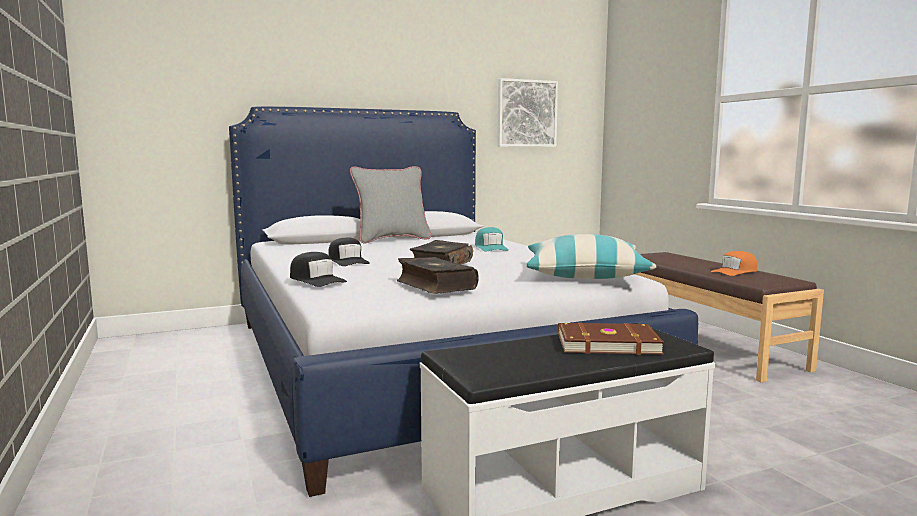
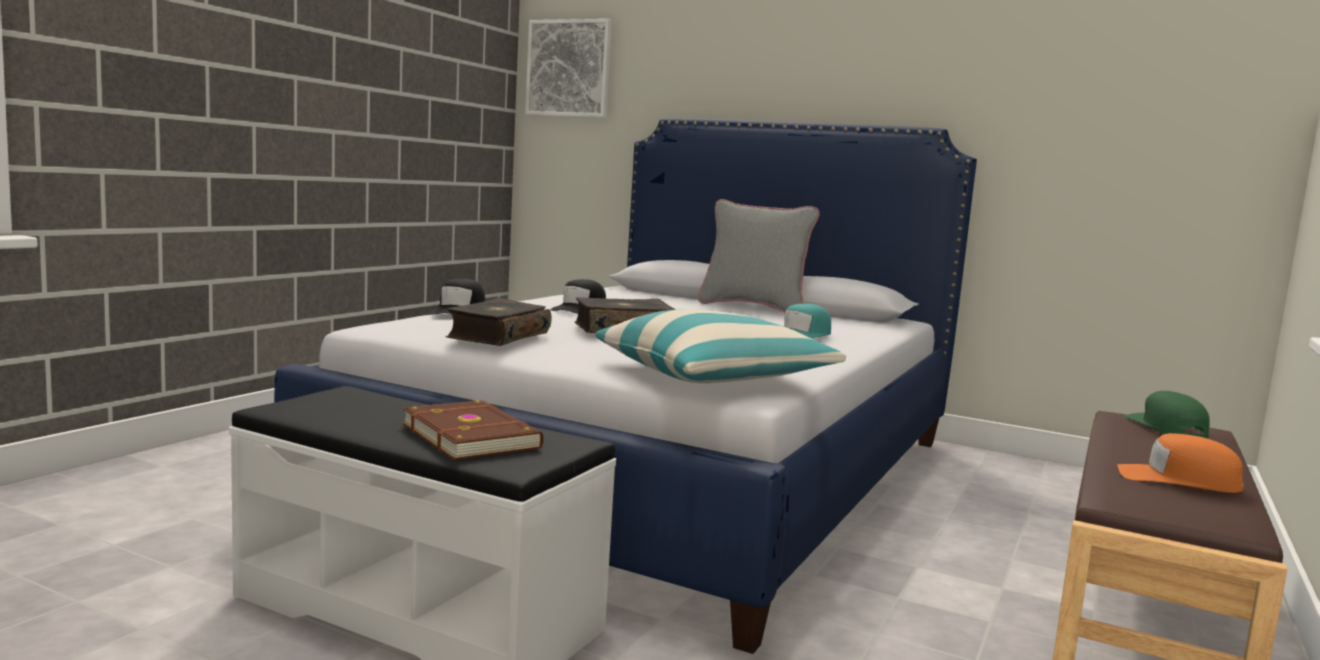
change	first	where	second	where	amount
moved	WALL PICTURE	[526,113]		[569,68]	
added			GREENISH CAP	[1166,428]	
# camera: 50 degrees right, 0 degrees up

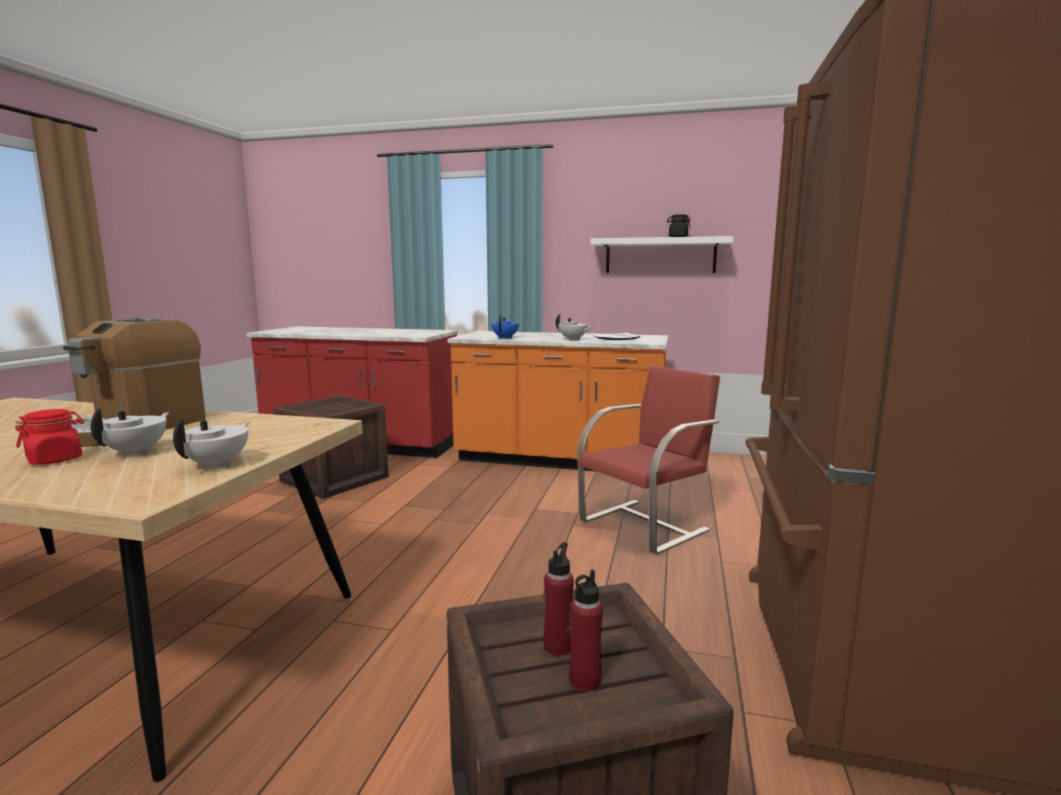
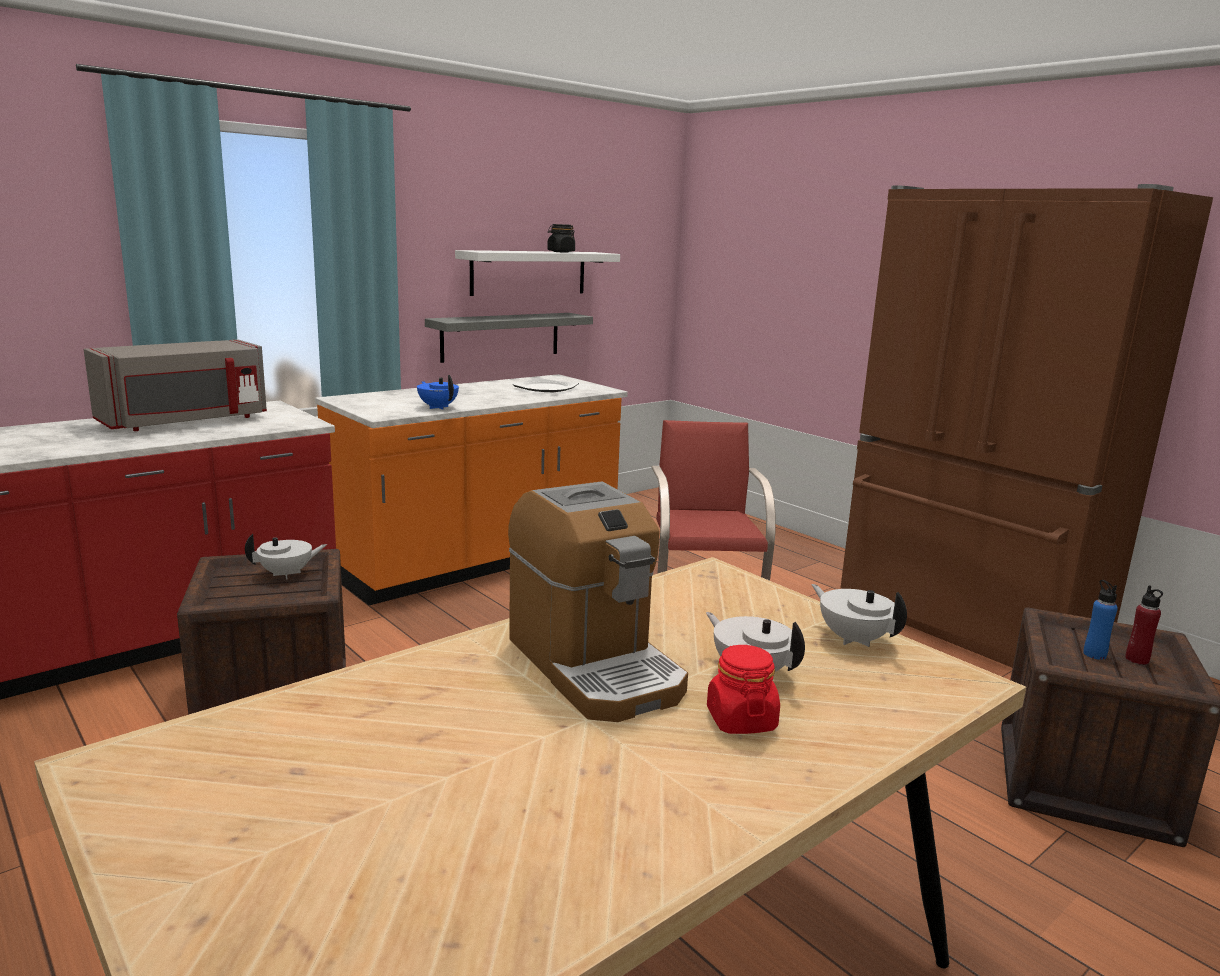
change	first	where	second	where	amount
moved	WHITE-COLOURED POT FOR TEA	[573,339]		[287,574]	
recoloured	RED BOTTLE	[558,647]	BLUE-COLOURED BOTTLE	[1094,654]	
added			GREY BRACKET SHELF	[501,336]	
added			GREY KITCHEN MICROWAVE	[185,421]	
# camera: 55 degrees left, 5 degrees up

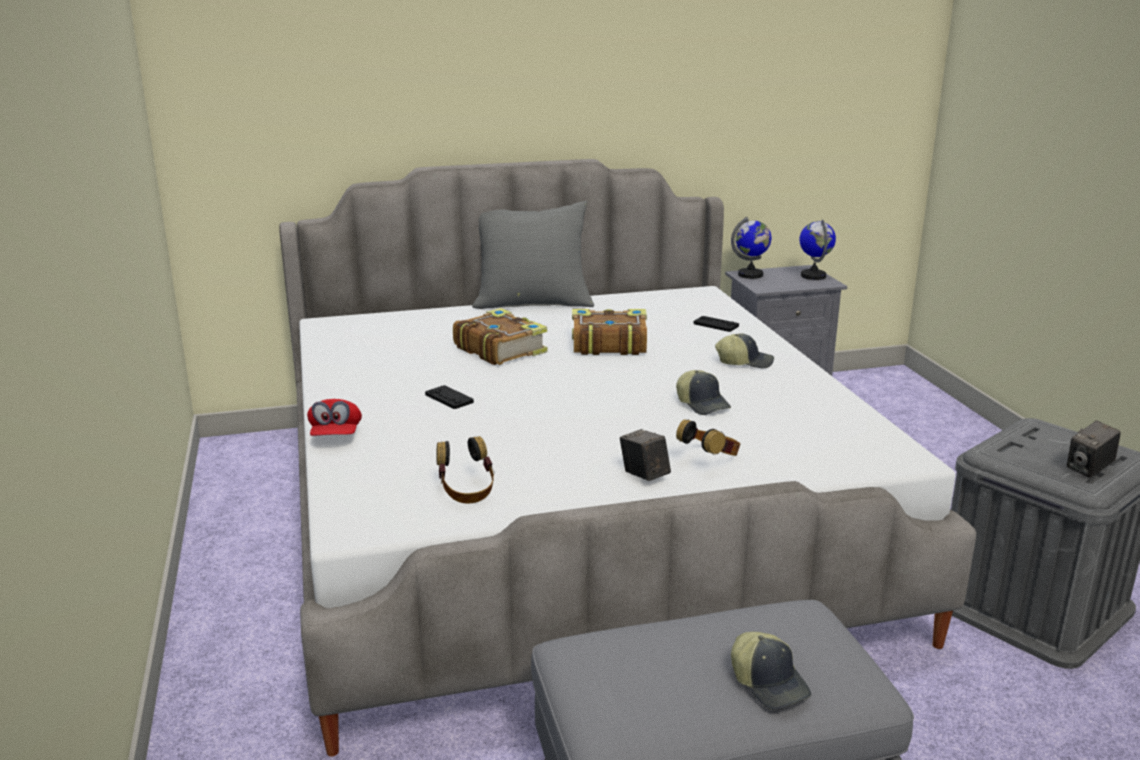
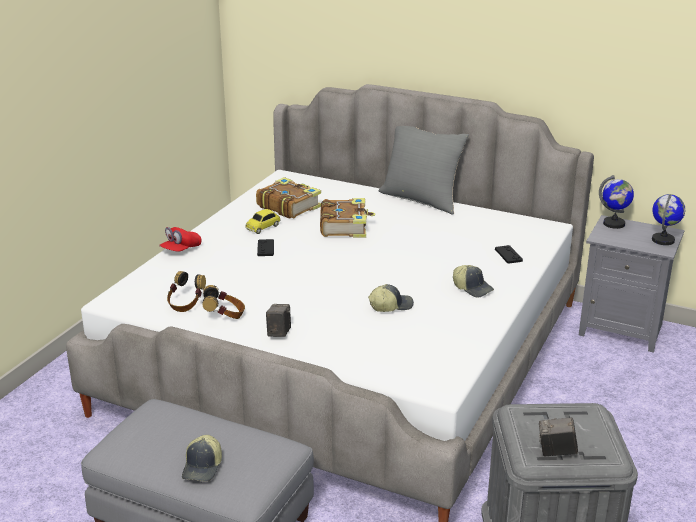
change	first	where	second	where	amount
moved	BOOK	[608,344]		[288,206]	
turned	CAP	[703,404]		[390,305]	120 degrees counterclockwise
moved	HEADSET	[710,460]		[225,316]	
added			MINIATURE CAR	[263,227]	
# camera: 40 degrees right, 5 degrees up

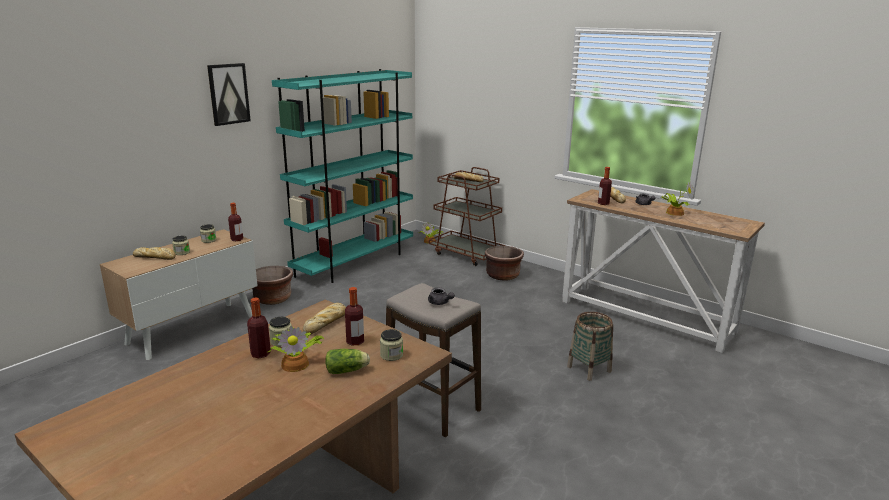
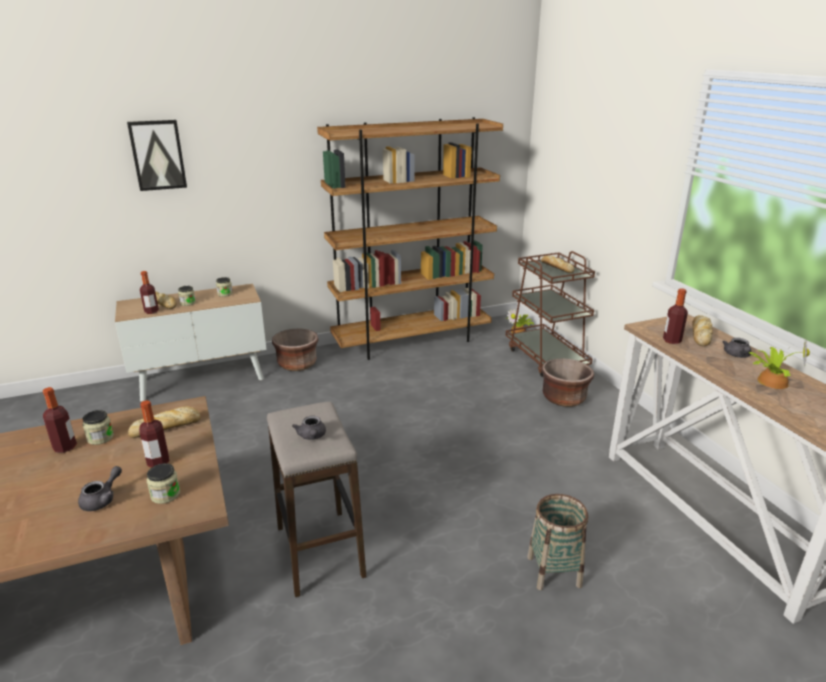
change	first	where	second	where	amount
moved	WALL PICTURE	[228,94]		[158,155]	
recoloured	BLUE-GREEN SHELVING UNIT	[355,263]	BROWN-COLOURED SHELVING UNIT	[412,341]	
moved	BOTTLE	[237,239]		[151,311]	
removed	POTTED PLANT	[296,363]			
replaced	HEAD OF LETTUCE	[348,370]	GREY POT FOR TEA	[102,499]	
# camera: 30 degrees right, 5 degrees up

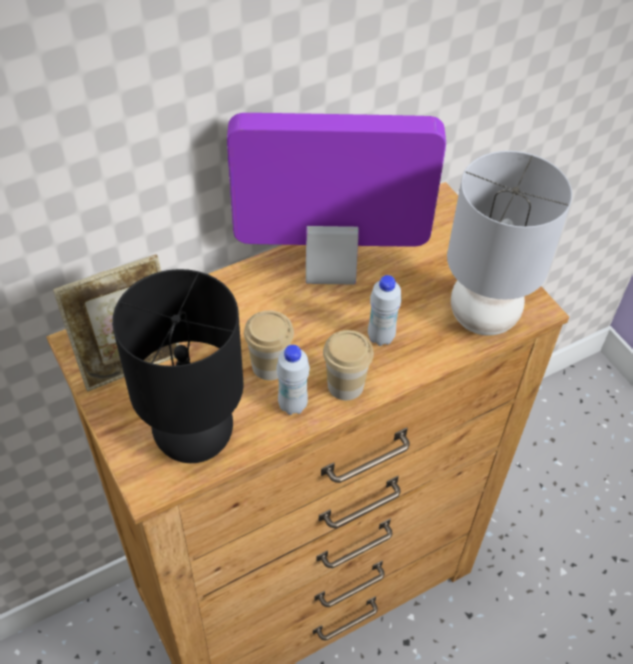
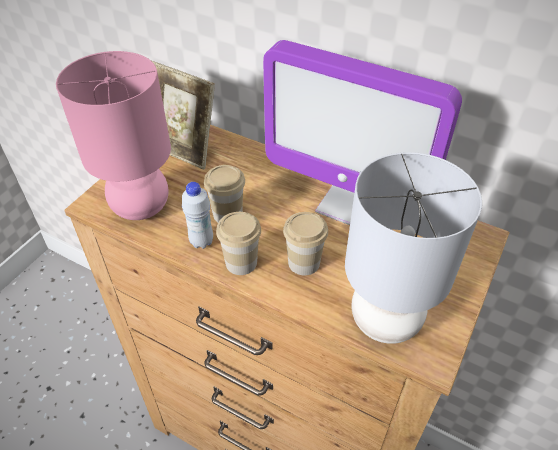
change	first	where	second	where	amount
turned	COMPUTER SCREEN	[330,268]		[344,204]	150 degrees clockwise
recoloured	BLACKISH TABLETOP LAMP	[195,439]	PINK-COLOURED TABLETOP LAMP	[140,207]	
replaced	WHITE-COLOURED BOTTLE	[381,337]	SMALL CUP	[304,262]	
# camera: 60 degrees right, 5 degrees down

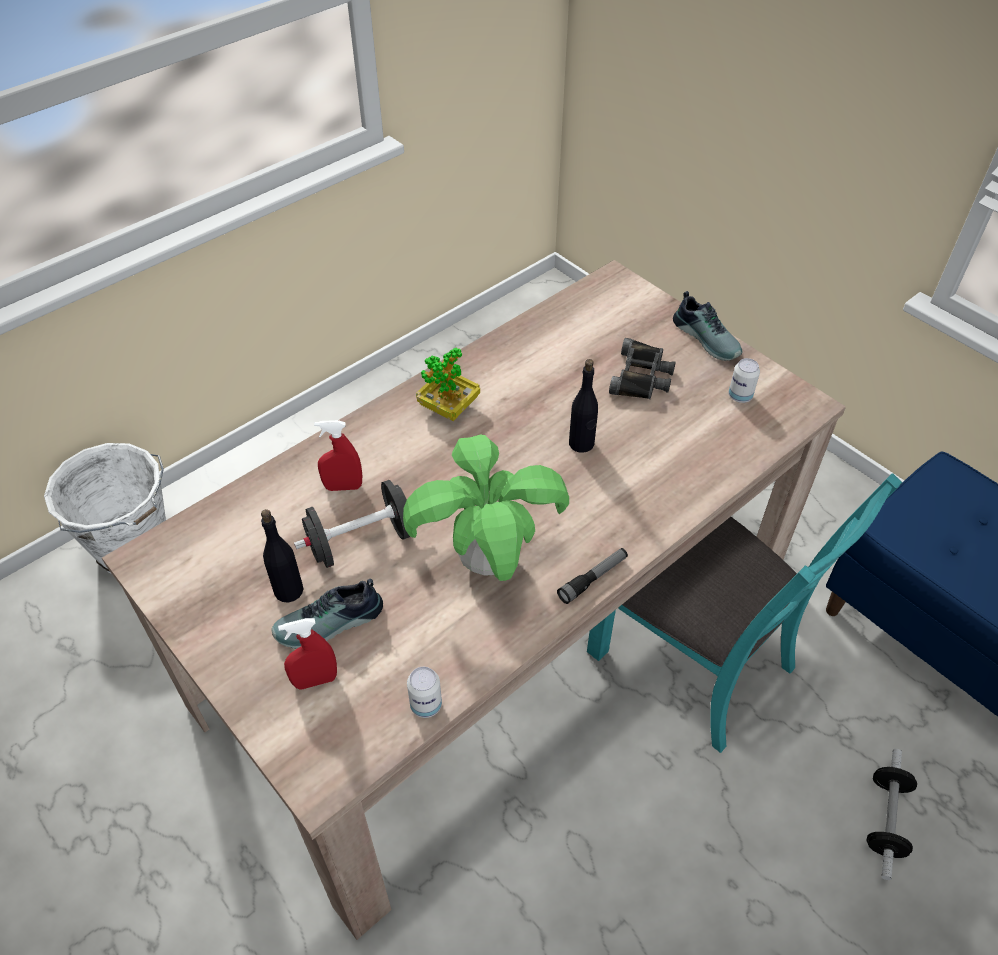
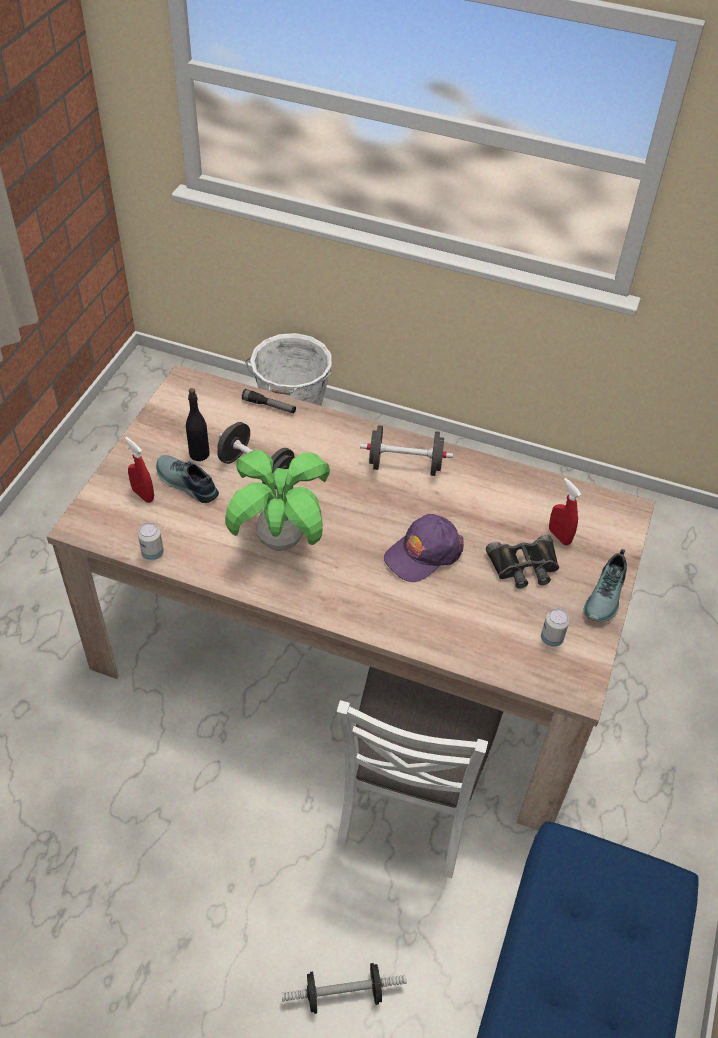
change	first	where	second	where	amount
replaced	POTTED PLANT	[449,407]	BLACKISH HAND WEIGHT	[405,465]	
replaced	BLACKISH BOTTLE	[581,444]	PURPLISH CAP	[423,553]	
moved	RED SPRAYER	[343,487]		[559,536]	
recoloured	BLUE-GREEN UPRIGHT CHAIR	[694,659]	WHITE-COLOURED UPRIGHT CHAIR	[412,795]	
moved	TORCH	[593,579]		[269,406]	
# camera: 60 degrees right, 0 degrees up

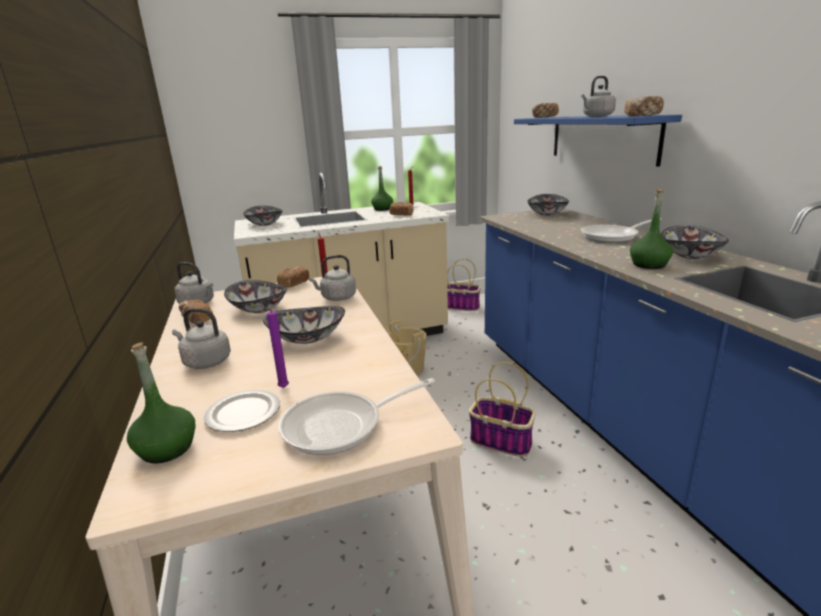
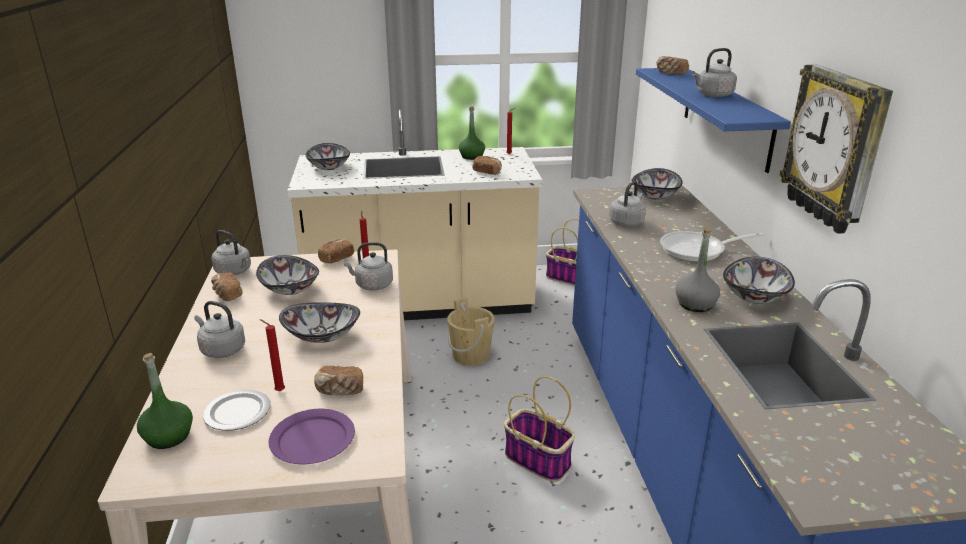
change	first	where	second	where	amount
moved	BREAD	[643,115]		[340,391]	
recoloured	GREENISH BOTTLE	[649,265]	GREY BOTTLE	[695,304]	
recoloured	PURPLISH WAX LIGHT	[282,388]	RED WAX LIGHT	[278,391]	
replaced	SKILLET	[341,426]	PURPLISH PLATE	[313,440]	
added			HANGING CLOCK	[835,148]	
added			GREY TEA KETTLE	[627,222]	
# camera: 10 degrees right, 5 degrees up

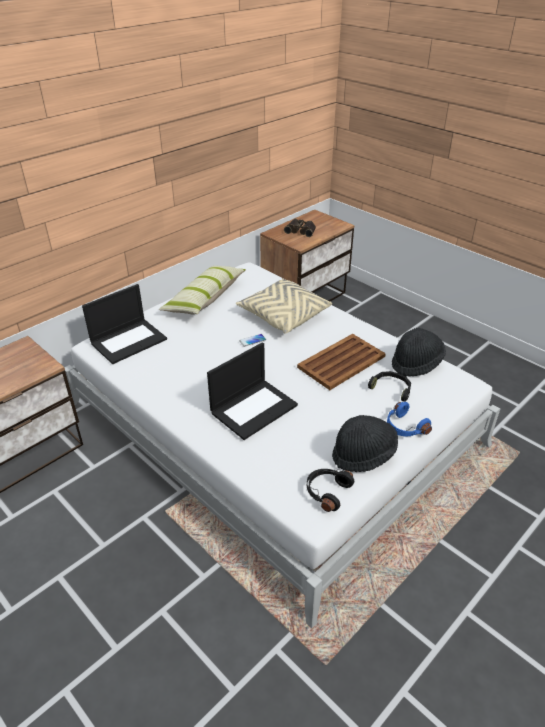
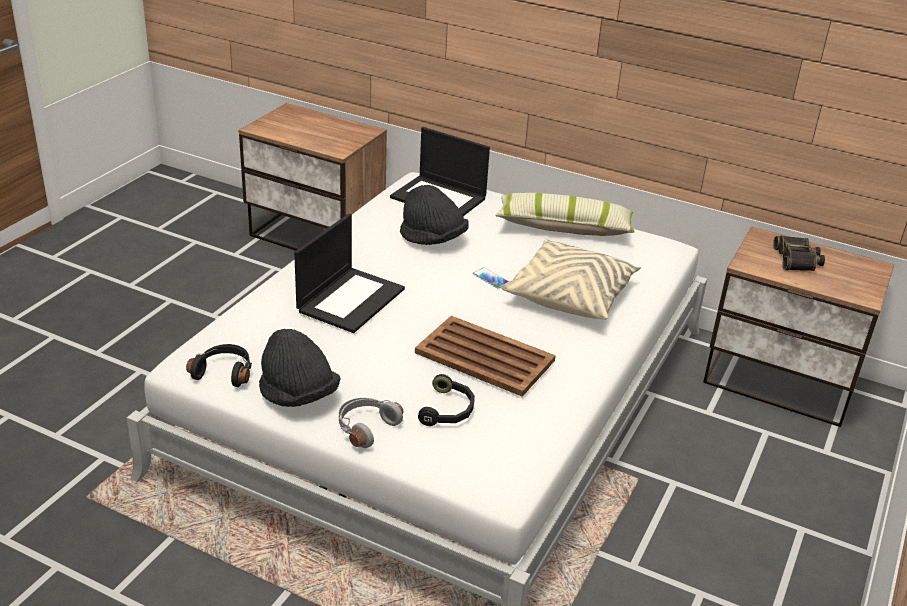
change	first	where	second	where	amount
moved	BLACKISH CLOTHING HAT	[416,363]		[433,239]	
turned	NOTEBOOK COMPUTER	[254,408]		[350,299]	90 degrees counterclockwise
recoloured	BLUE-COLOURED HEADSET	[404,427]	GREY HEADSET	[365,427]	
# camera: 70 degrees right, 5 degrees down

